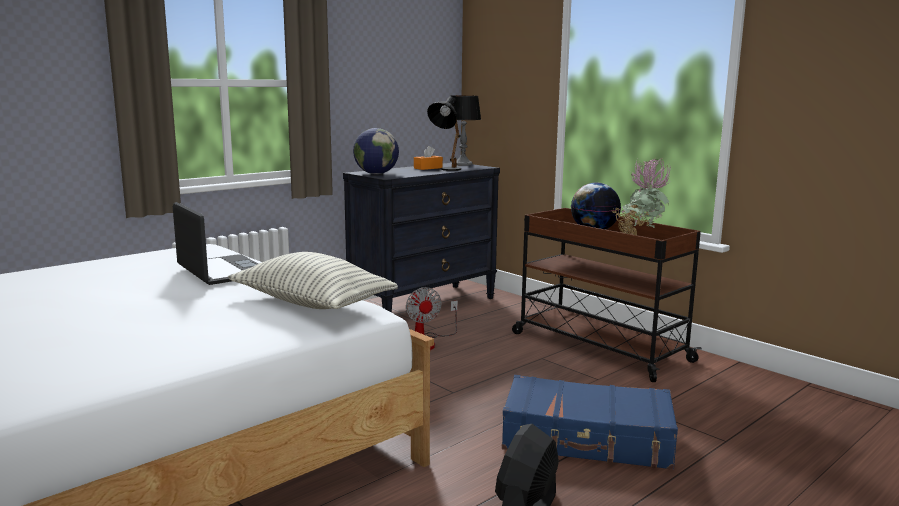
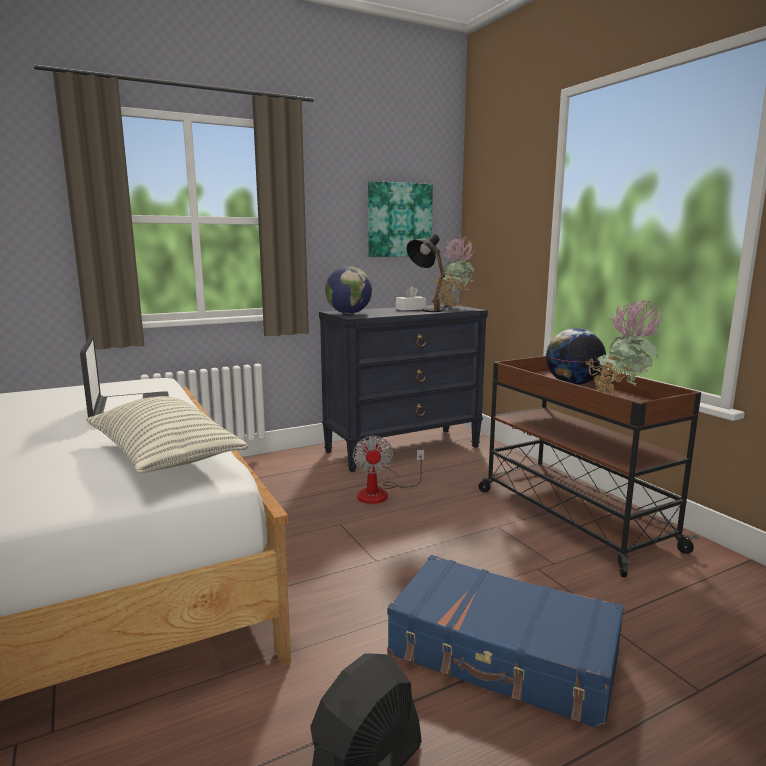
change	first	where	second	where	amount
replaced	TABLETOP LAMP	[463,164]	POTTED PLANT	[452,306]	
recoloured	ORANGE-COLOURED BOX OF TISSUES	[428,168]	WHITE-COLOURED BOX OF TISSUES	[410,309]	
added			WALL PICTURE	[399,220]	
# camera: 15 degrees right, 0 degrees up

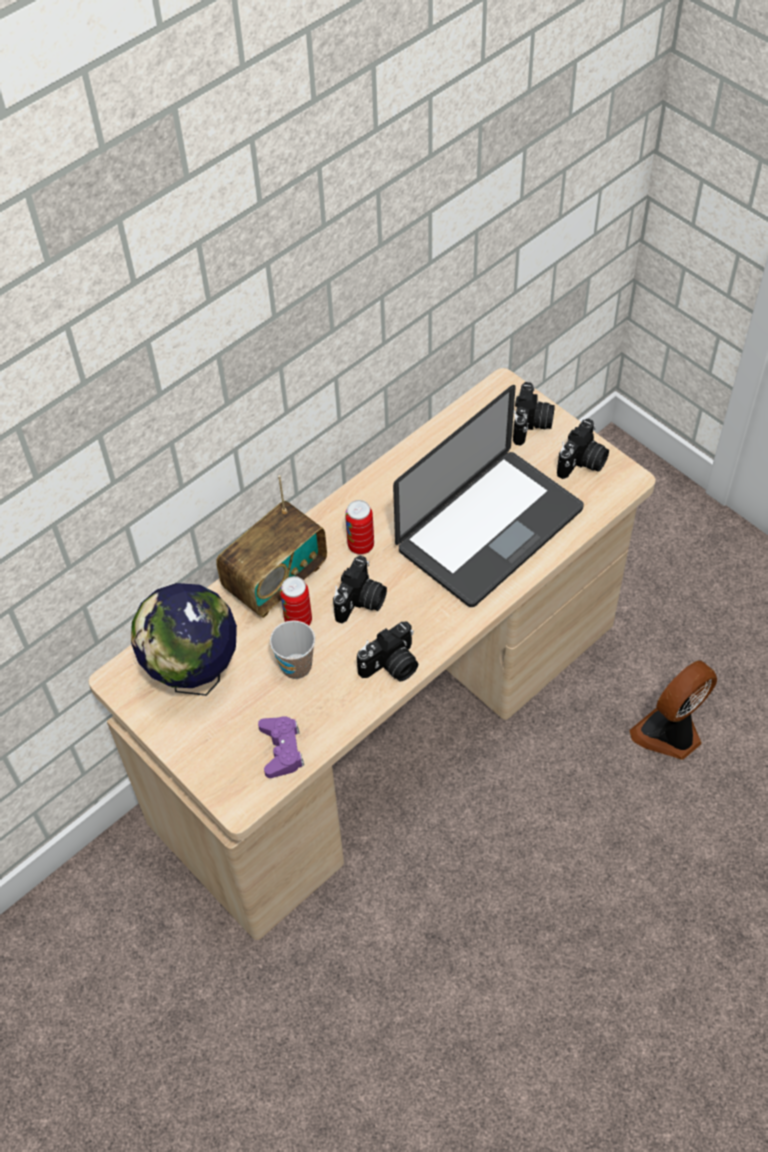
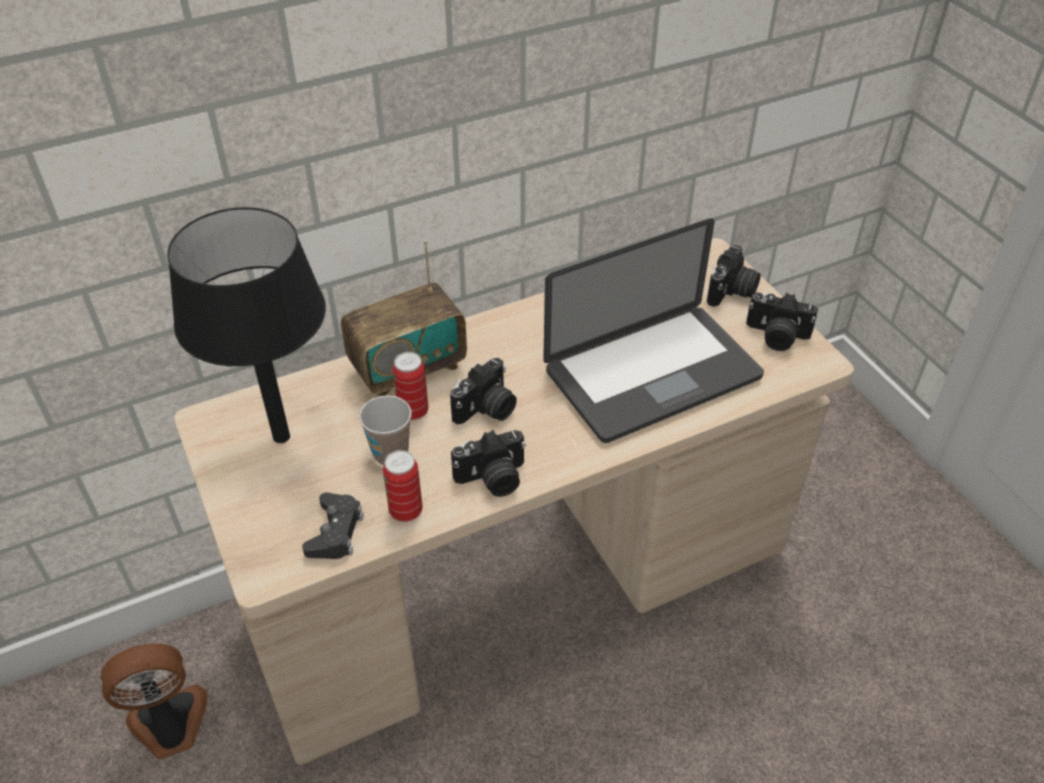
change	first	where	second	where	amount
turned	PHOTO CAMERA	[582,463]		[776,336]	60 degrees clockwise
moved	METAL CAN	[361,545]		[406,511]	
replaced	GLOBE	[195,677]	BLACKISH TABLETOP LAMP	[282,437]	
moved	COOLING FAN	[670,733]		[170,725]	
recoloured	PURPLISH GAMEPAD	[281,749]	BLACKISH GAMEPAD	[335,532]	
# camera: 15 degrees right, 10 degrees down

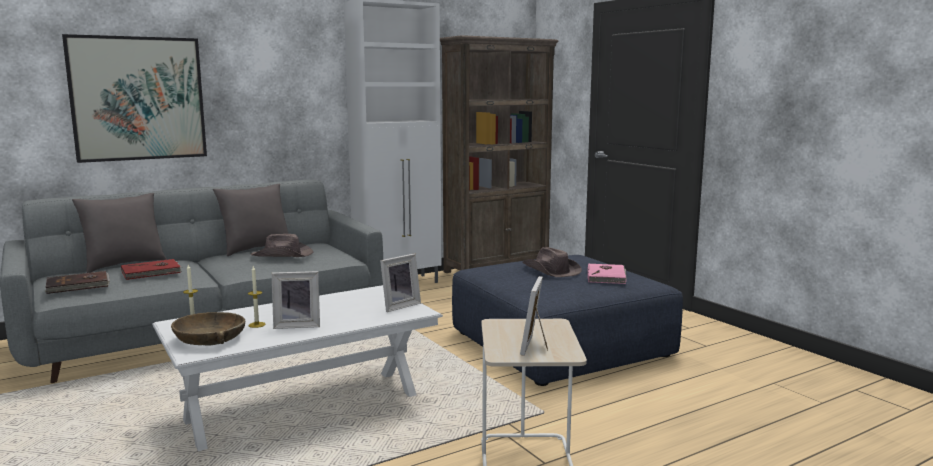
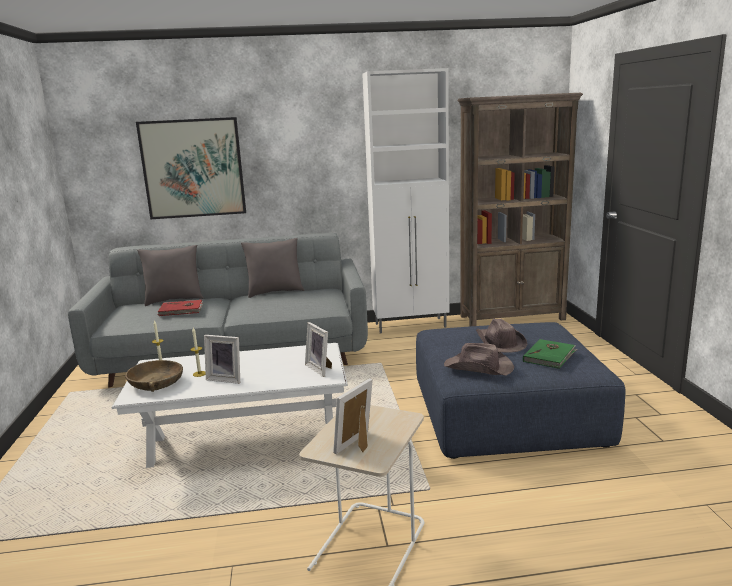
change	first	where	second	where	amount
moved	BROWN-COLOURED CLOTHING HAT	[283,255]		[479,367]	
turned	STANDING FRAME	[399,306]		[320,369]	75 degrees clockwise
recoloured	PINK-COLOURED BOOK	[607,276]	GREENISH BOOK	[550,356]	
removed	BROWN-COLOURED BOOK	[78,285]			
# camera: 25 degrees right, 5 degrees up

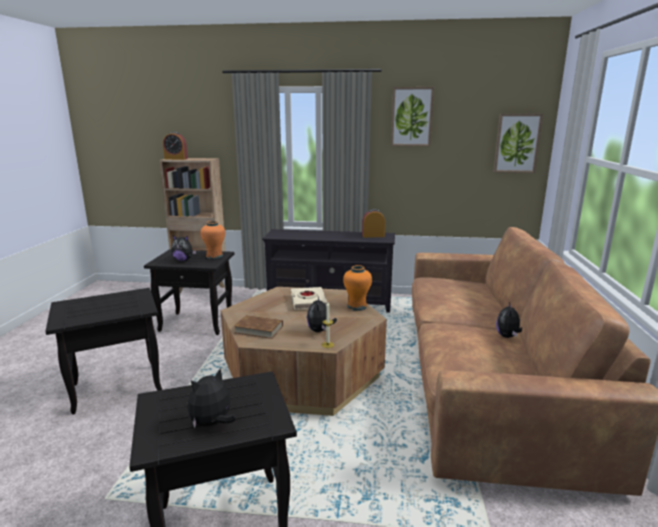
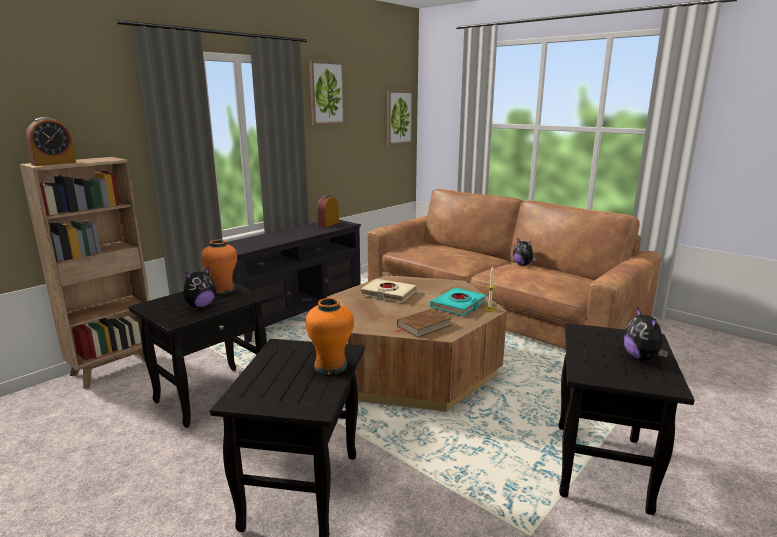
change	first	where	second	where	amount
moved	ORANGE-COLOURED VASE	[357,306]		[331,366]	
replaced	PLUSH TOY	[320,331]	BLUE-GREEN BOOK	[458,305]	
# camera: 55 degrees left, 0 degrees up

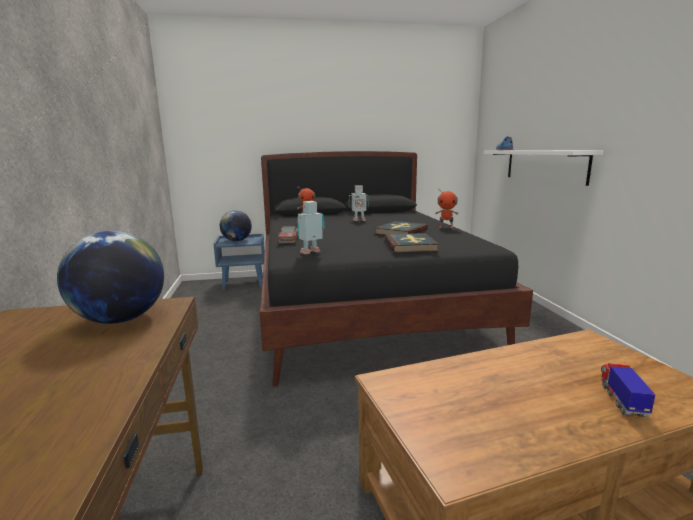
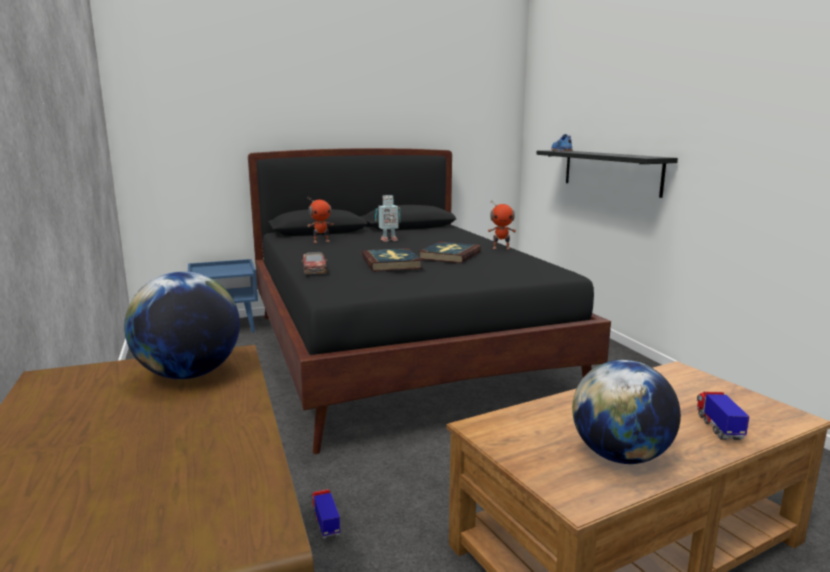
change	first	where	second	where	amount
recoloured	WHITE-COLOURED BRACKET SHELF	[544,165]	BLACKISH BRACKET SHELF	[610,171]	
removed	TOY ROBOT	[311,252]			
moved	GLOBE	[237,240]		[620,456]	
moved	BOOK	[410,246]		[391,263]	
added			TOY LORRY	[326,523]	
# camera: 10 degrees left, 0 degrees up

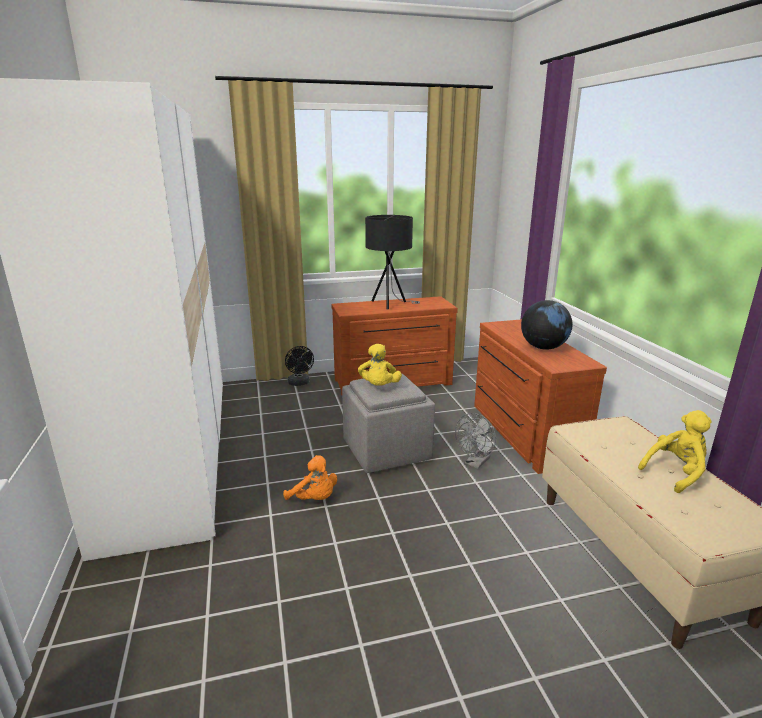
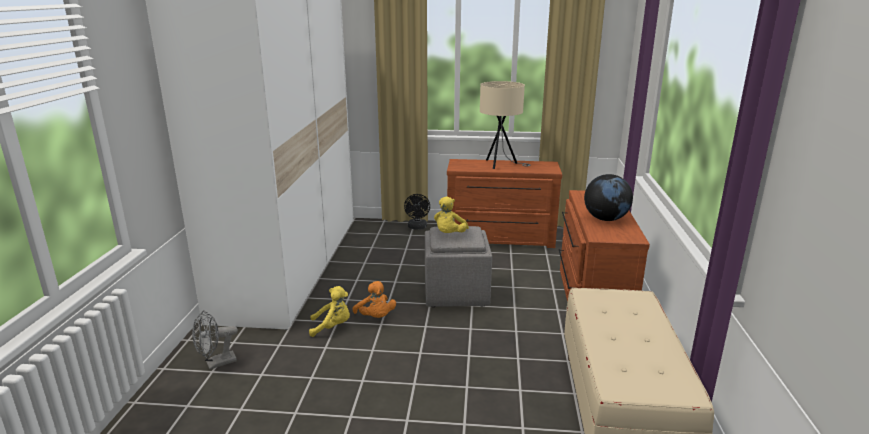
change	first	where	second	where	amount
recoloured	BLACKISH TABLETOP LAMP	[390,304]	BEIGE-COLOURED TABLETOP LAMP	[501,165]	
moved	YELLOW-COLOURED PLUSH TOY	[675,473]		[332,327]	
moved	GREY COOLING FAN	[475,463]		[216,363]	
# camera: 20 degrees right, 0 degrees up

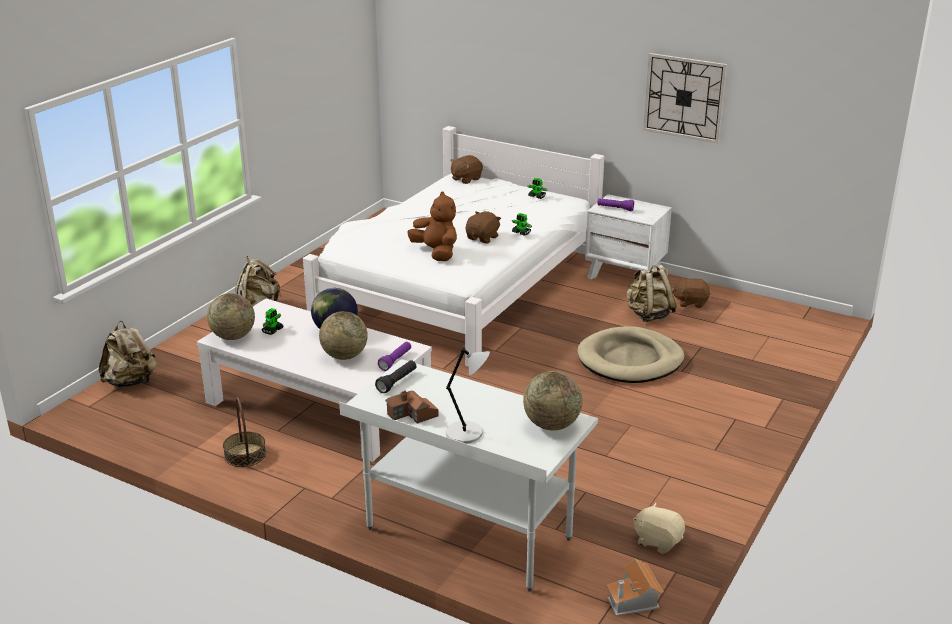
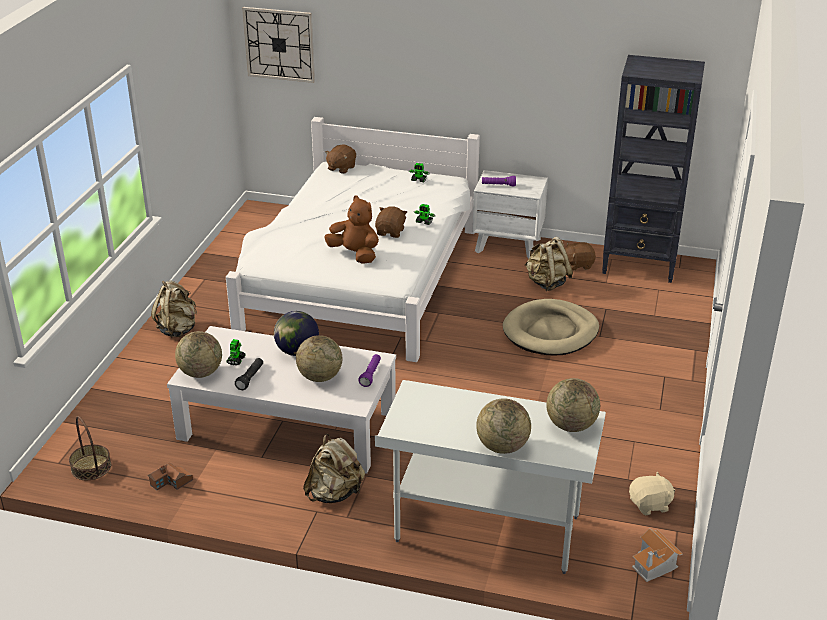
change	first	where	second	where	amount
moved	HANGING CLOCK	[684,97]		[279,44]	
moved	BEIGE-COLOURED KNAPSACK	[131,382]		[335,493]	
replaced	GREY TABLETOP LAMP	[466,433]	GLOBE	[502,446]	
moved	BLACKISH TORCH	[397,382]		[250,378]	
moved	TOY HOUSE	[412,414]		[171,482]	
moved	STORAGE BASKET	[245,455]		[91,467]	
turned	BEIGE-COLOURED PLUSH TOY	[658,541]		[650,505]	150 degrees clockwise
added			BLACKISH SHELVING UNIT	[640,265]	
# camera: 15 degrees left, 5 degrees up

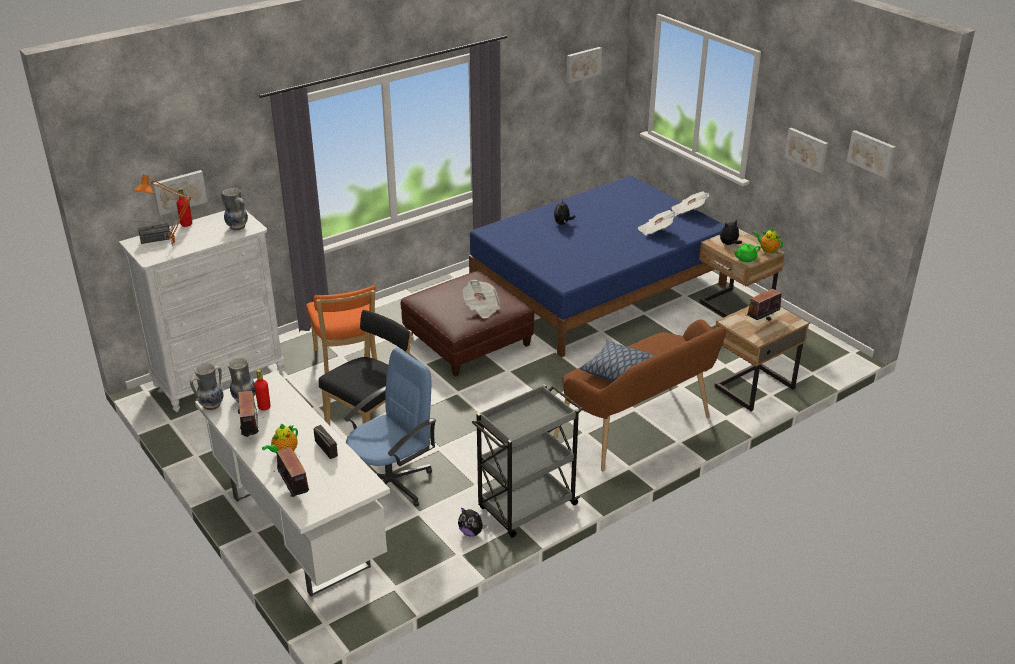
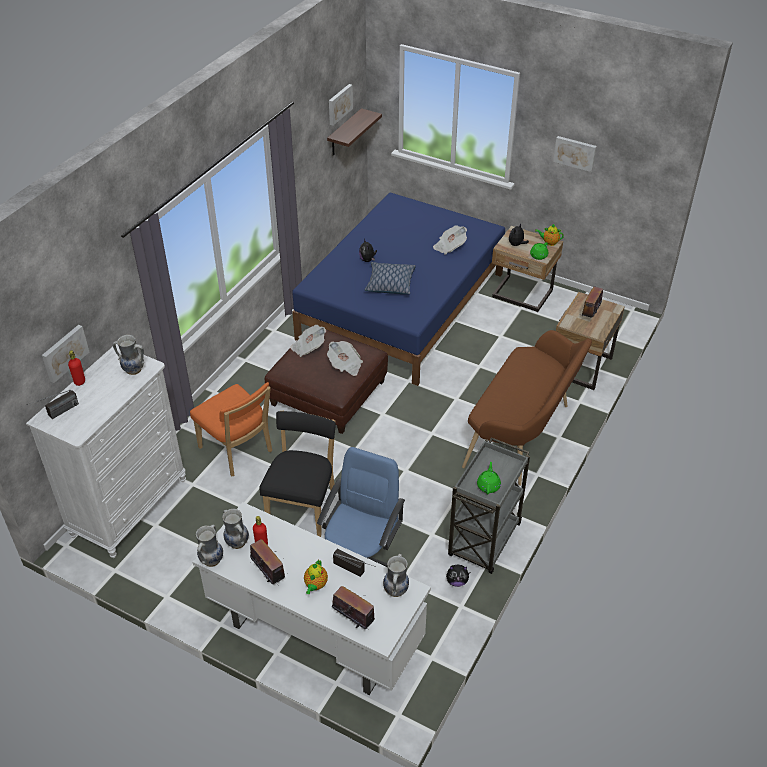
change	first	where	second	where	amount
removed	WALL PICTURE	[872,153]			
removed	ORANGE-COLOURED TABLETOP LAMP	[174,246]			
moved	DAILY PAPER	[688,211]		[308,347]	
moved	PILLOW	[618,371]		[390,284]	
added			BRACKET SHELF	[344,133]	
added			GREENISH POT FOR TEA	[488,485]	
added			VASE	[396,590]	
# camera: 25 degrees left, 10 degrees up

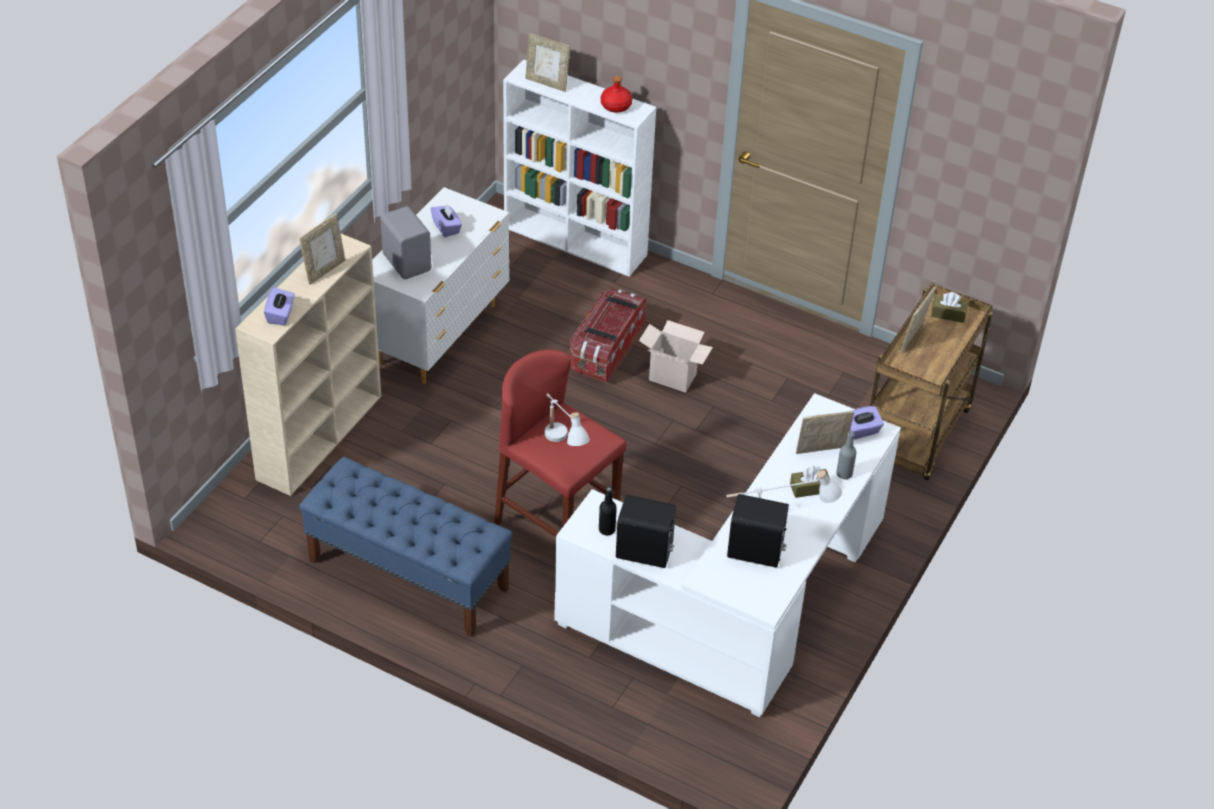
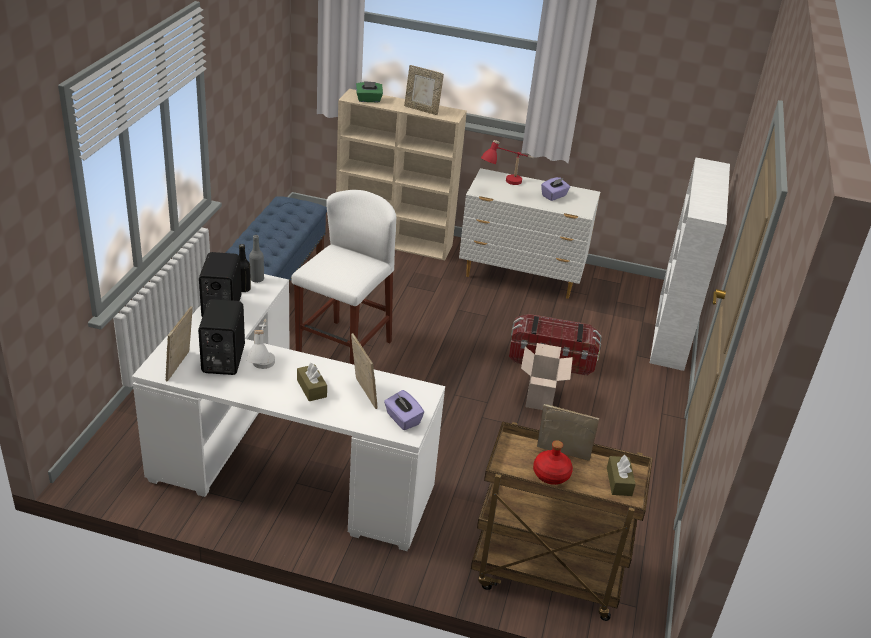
change	first	where	second	where	amount
moved	STANDING FRAME	[547,83]		[181,366]	
moved	RED BOTTLE	[615,105]		[551,474]	
replaced	GREY AUDIO SPEAKER	[407,262]	RED TABLETOP LAMP	[505,184]	
recoloured	PURPLISH BOX OF TISSUES	[280,315]	GREENISH BOX OF TISSUES	[368,100]	
recoloured	RED SITTING STOOL	[556,524]	WHITE-COLOURED SITTING STOOL	[344,350]	
removed	WHITE-COLOURED TABLETOP LAMP	[561,445]			
moved	GREY BOTTLE	[844,474]		[257,279]	
# camera: 75 degrees right, 10 degrees down

